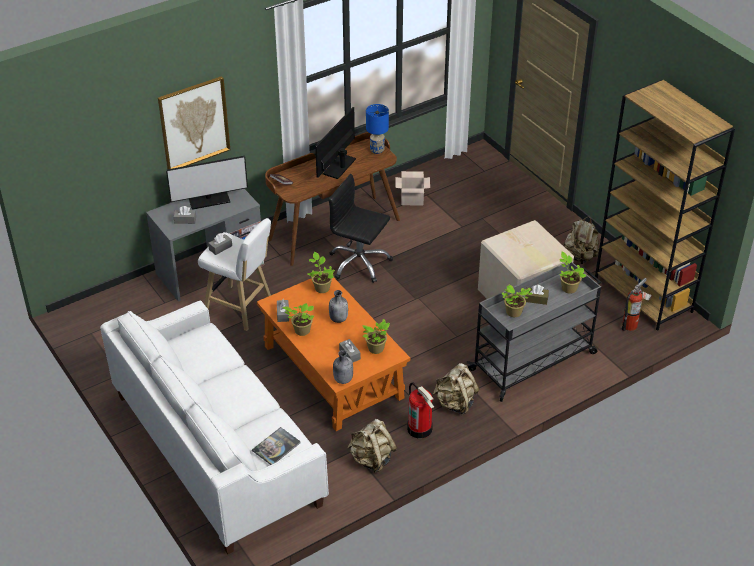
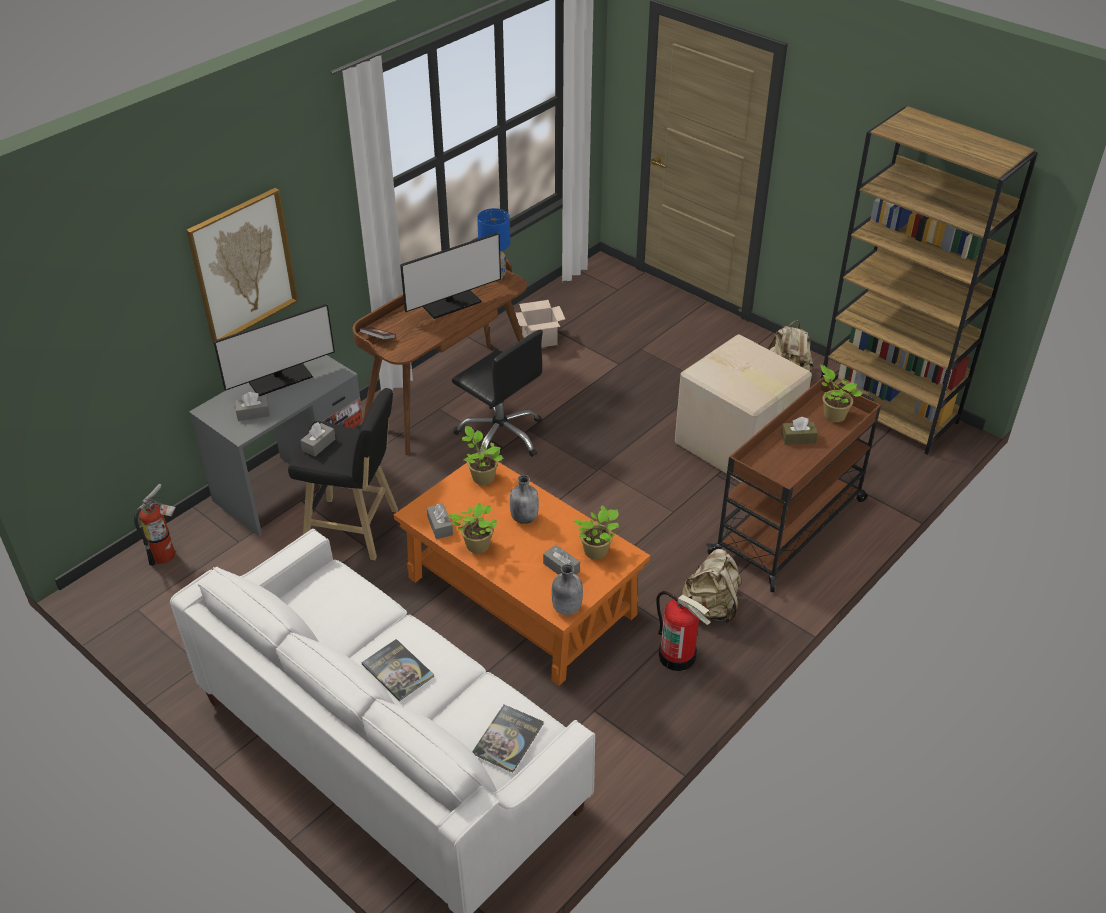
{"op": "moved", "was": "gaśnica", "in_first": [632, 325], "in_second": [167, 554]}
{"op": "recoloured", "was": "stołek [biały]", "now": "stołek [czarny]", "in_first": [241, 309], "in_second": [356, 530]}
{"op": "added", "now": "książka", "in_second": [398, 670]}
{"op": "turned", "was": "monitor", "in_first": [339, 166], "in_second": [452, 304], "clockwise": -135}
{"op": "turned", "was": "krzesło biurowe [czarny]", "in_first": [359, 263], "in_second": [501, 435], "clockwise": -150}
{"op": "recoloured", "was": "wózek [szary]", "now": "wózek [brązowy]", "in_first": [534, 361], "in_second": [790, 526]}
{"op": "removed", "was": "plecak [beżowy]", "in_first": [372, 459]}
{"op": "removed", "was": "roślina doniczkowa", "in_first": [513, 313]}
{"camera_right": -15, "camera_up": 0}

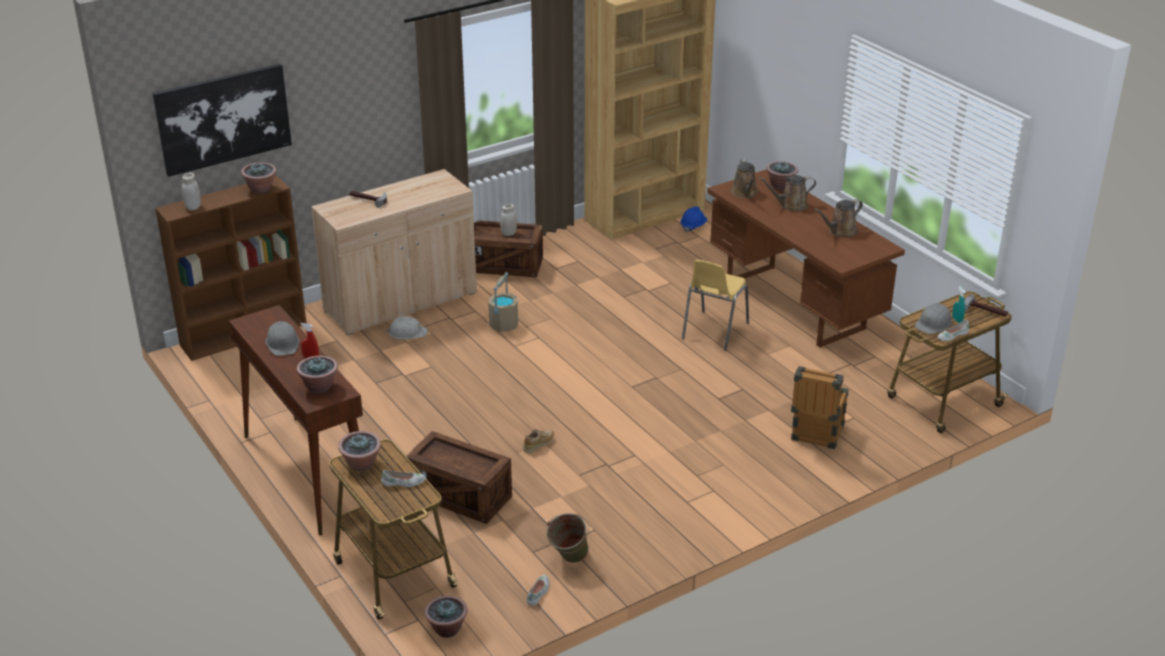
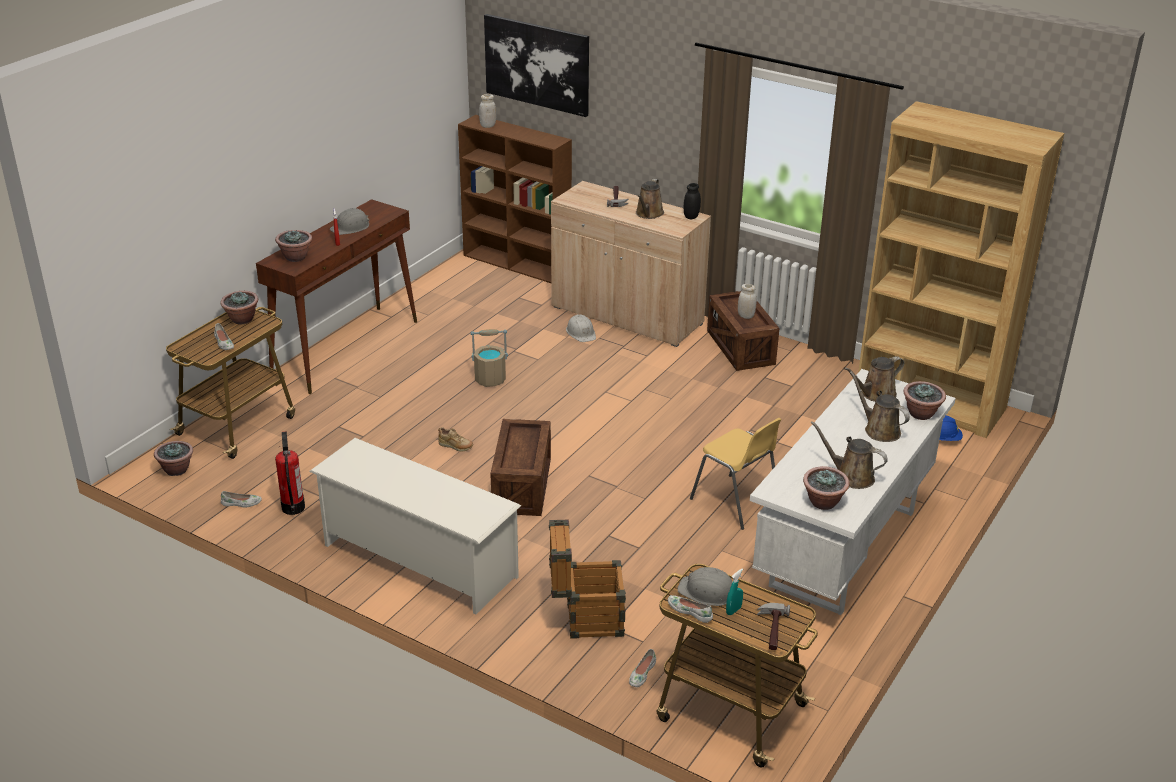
{"op": "replaced", "was": "wiadro [zielony]", "now": "gaśnica", "in_first": [568, 560], "in_second": [293, 508]}
{"op": "added", "now": "regał na buty [biały]", "in_second": [418, 561]}
{"op": "moved", "was": "wiadro [beżowy]", "in_first": [504, 324], "in_second": [490, 379]}
{"op": "moved", "was": "skrzynka", "in_first": [460, 496], "in_second": [522, 487]}
{"op": "added", "now": "but [biały]", "in_second": [641, 673]}
{"op": "added", "now": "konewka [brązowy]", "in_second": [648, 214]}
{"op": "added", "now": "słoik [czarny]", "in_second": [691, 216]}
{"op": "turned", "was": "krzesło [żółty]", "in_first": [714, 331], "in_second": [735, 503], "clockwise": -135}
{"op": "recoloured", "was": "biurko [brązowy]", "now": "biurko [biały]", "in_first": [795, 305], "in_second": [844, 549]}
{"op": "moved", "was": "roślina doniczkowa", "in_first": [261, 189], "in_second": [823, 503]}
{"camera_right": 65, "camera_up": 0}

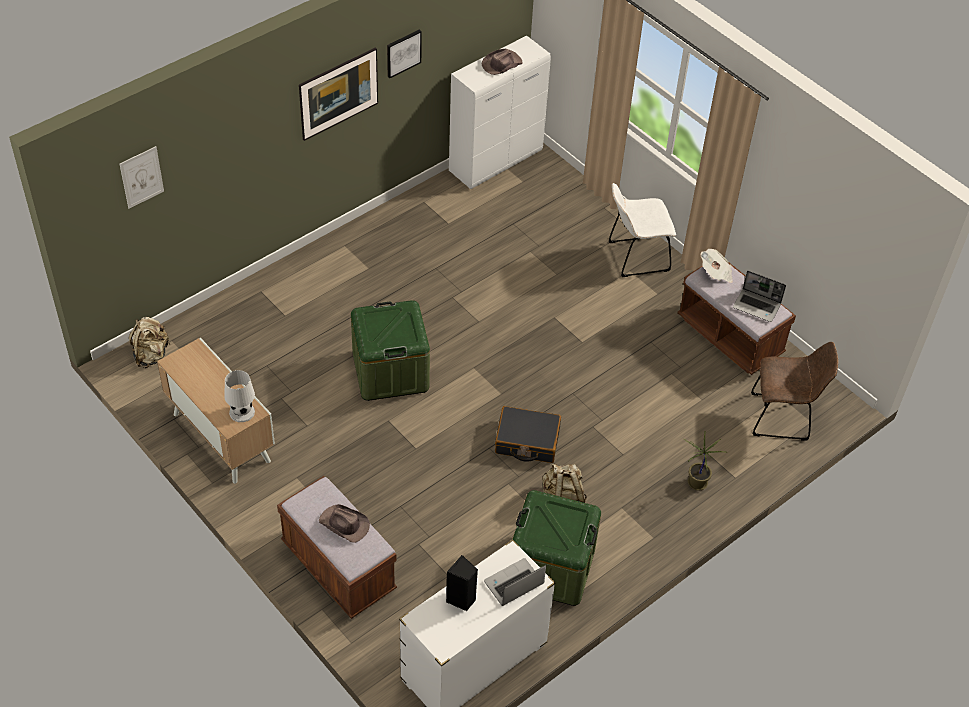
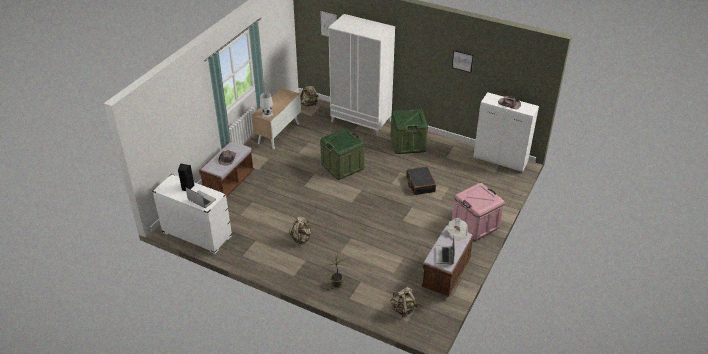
{"op": "added", "now": "szafa [biały]", "in_second": [361, 121]}
{"op": "replaced", "was": "krzesło [brązowy]", "now": "plecak [beżowy]", "in_first": [783, 417], "in_second": [403, 309]}
{"op": "moved", "was": "pojemnik do przechowywania [zielony]", "in_first": [551, 567], "in_second": [408, 144]}
{"op": "moved", "was": "walizka [czarny]", "in_first": [527, 441], "in_second": [420, 184]}
{"op": "replaced", "was": "krzesło [biały]", "now": "pojemnik do przechowywania [różowy]", "in_first": [635, 257], "in_second": [475, 224]}
{"op": "removed", "was": "obraz", "in_first": [339, 107]}
{"camera_right": 70, "camera_up": -10}

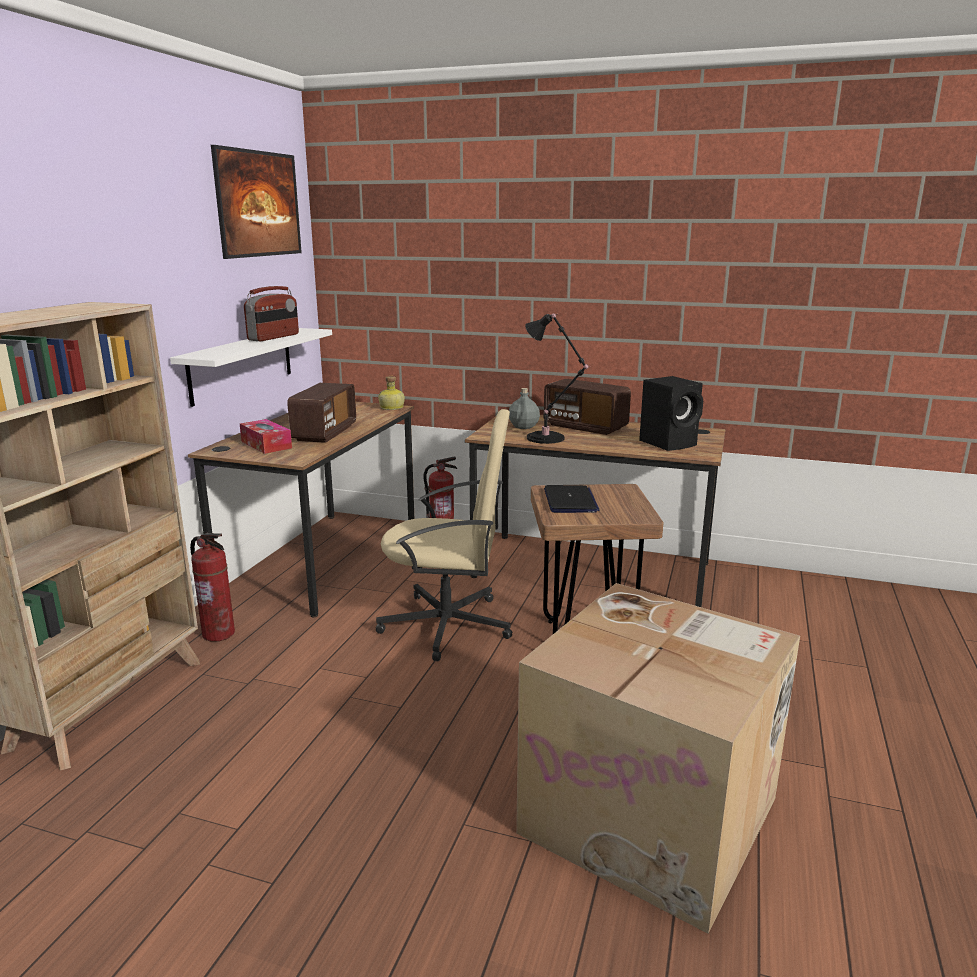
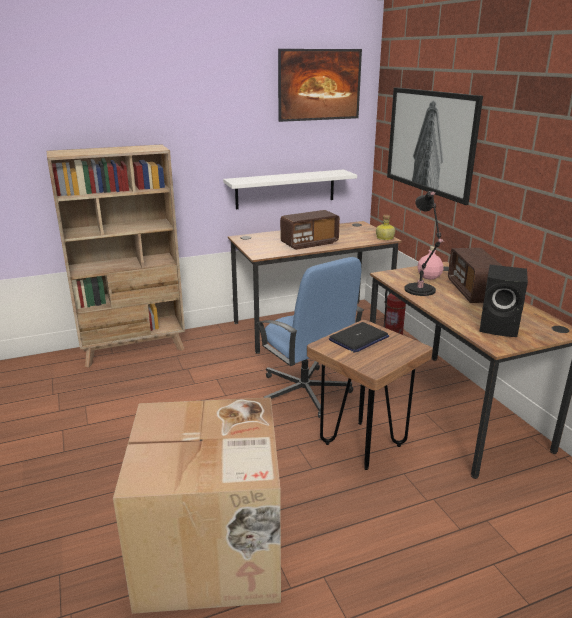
{"op": "recoloured", "was": "krzesło biurowe [beżowy]", "now": "krzesło biurowe [niebieski]", "in_first": [448, 625], "in_second": [304, 393]}
{"op": "added", "now": "obraz", "in_second": [430, 142]}
{"op": "recoloured", "was": "butelka [szary]", "now": "butelka [różowy]", "in_first": [523, 426], "in_second": [428, 277]}
{"op": "removed", "was": "gaśnica", "in_first": [219, 633]}
{"op": "removed", "was": "pudełko chusteczek", "in_first": [266, 444]}
{"op": "removed", "was": "radio", "in_first": [274, 337]}
{"camera_right": 50, "camera_up": 5}

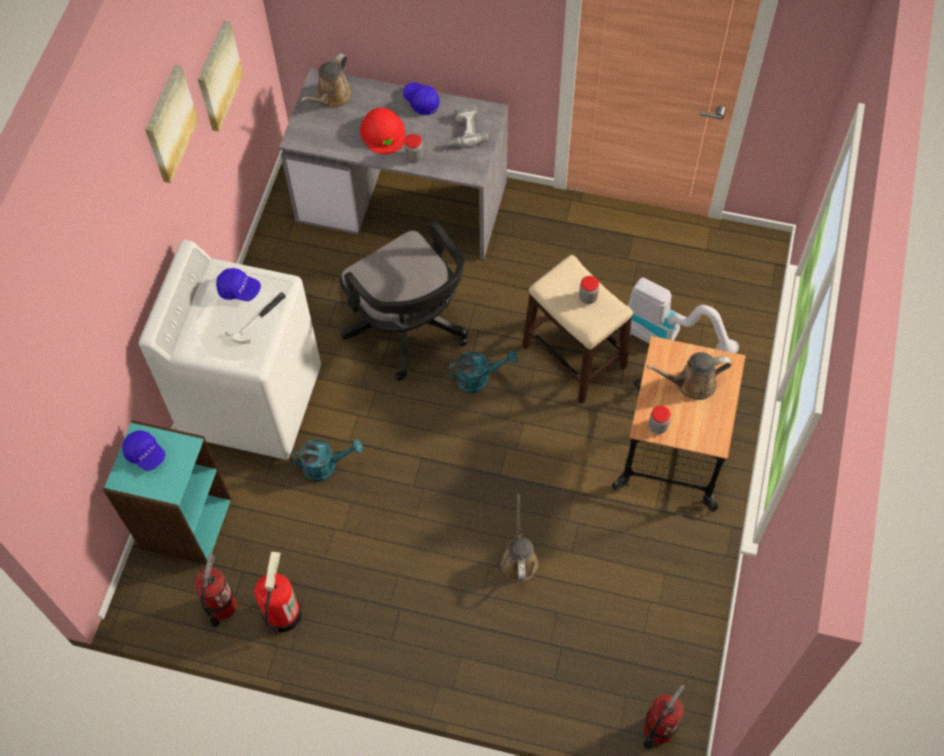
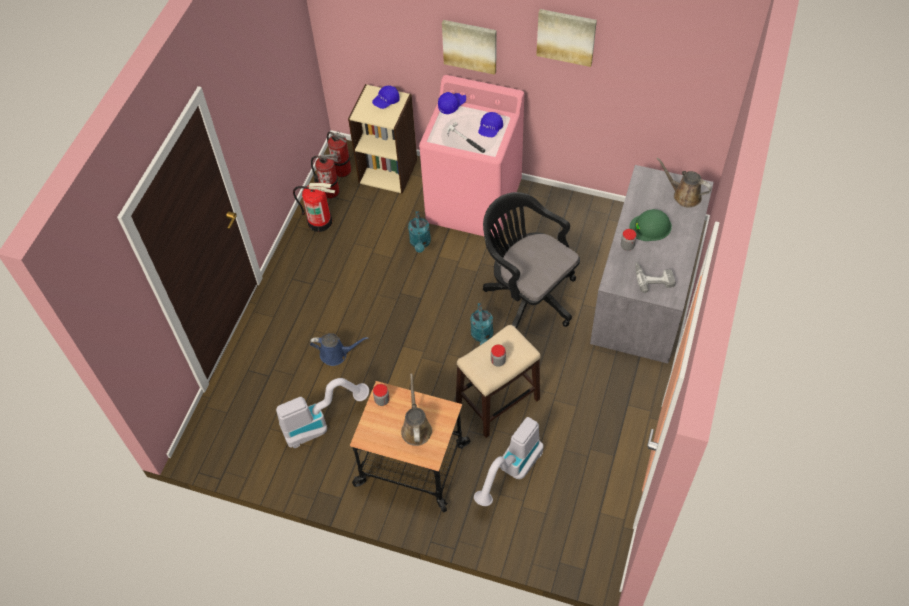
{"op": "added", "now": "odkurzacz", "in_second": [320, 423]}
{"op": "recoloured", "was": "konewka [brązowy]", "now": "konewka [niebieski]", "in_first": [519, 558], "in_second": [336, 354]}
{"op": "moved", "was": "gaśnica", "in_first": [658, 728], "in_second": [342, 170]}
{"op": "recoloured", "was": "regał [turkusowy]", "now": "regał [beżowy]", "in_first": [185, 523], "in_second": [388, 171]}
{"op": "recoloured", "was": "pralka [biały]", "now": "pralka [różowy]", "in_first": [252, 400], "in_second": [474, 202]}
{"op": "moved", "was": "czapka z daszkiem [niebieski]", "in_first": [421, 101], "in_second": [451, 105]}
{"op": "moved", "was": "obraz", "in_first": [217, 76], "in_second": [470, 45]}
{"op": "turned", "was": "krzesło biurowe [czarny]", "in_first": [410, 329], "in_second": [527, 294], "clockwise": 75}
{"op": "recoloured", "was": "kask [czerwony]", "now": "kask [zielony]", "in_first": [383, 132], "in_second": [650, 227]}
{"camera_right": 95, "camera_up": -5}

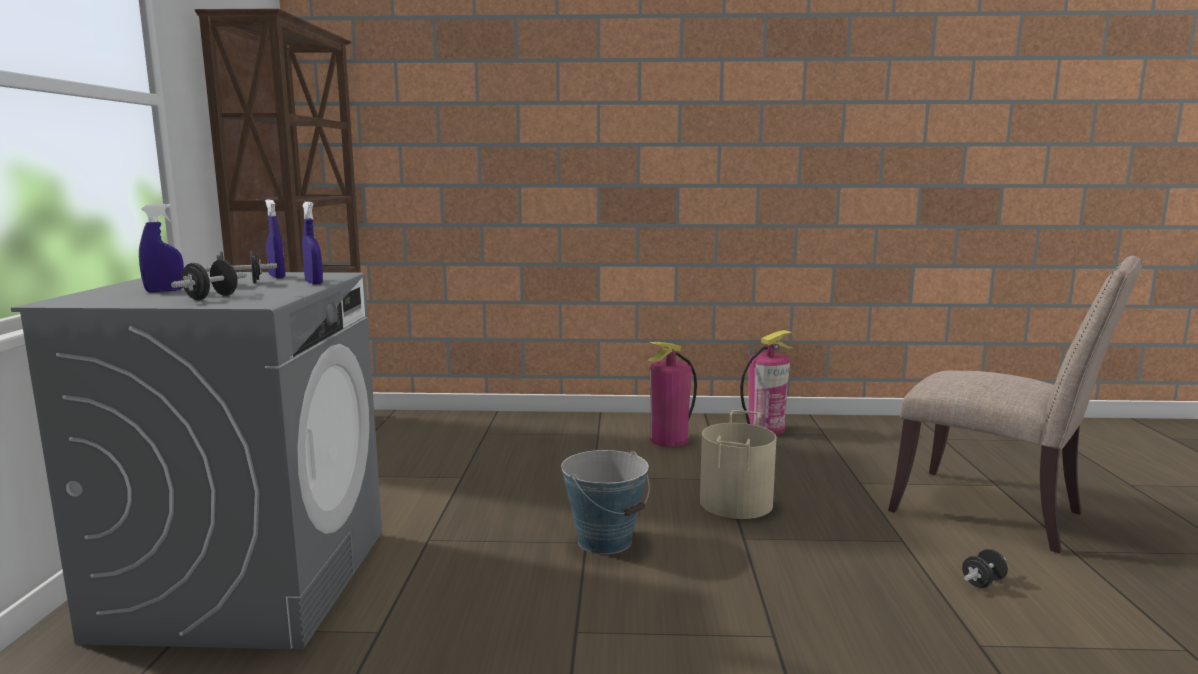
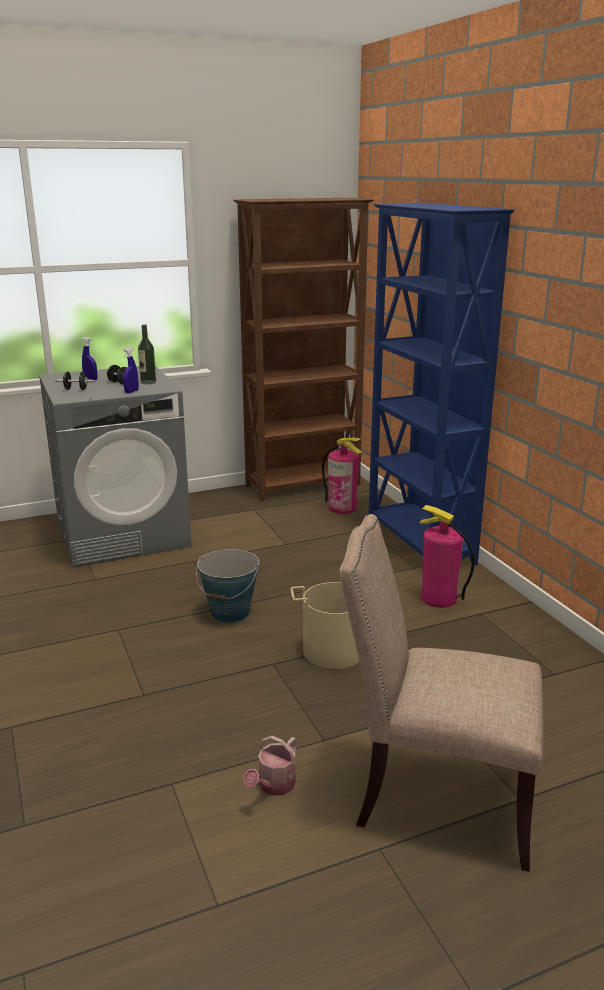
{"op": "replaced", "was": "spryskiwacz [niebieski]", "now": "butelka", "in_first": [277, 277], "in_second": [148, 382]}
{"op": "replaced", "was": "hantel [czarny]", "now": "konewka", "in_first": [983, 582], "in_second": [273, 786]}
{"op": "moved", "was": "gaśnica", "in_first": [765, 429], "in_second": [342, 508]}
{"op": "turned", "was": "krzesło [beżowy]", "in_first": [995, 512], "in_second": [436, 797], "clockwise": 90}
{"op": "added", "now": "regał [niebieski]", "in_second": [419, 543]}
{"camera_right": 65, "camera_up": 10}

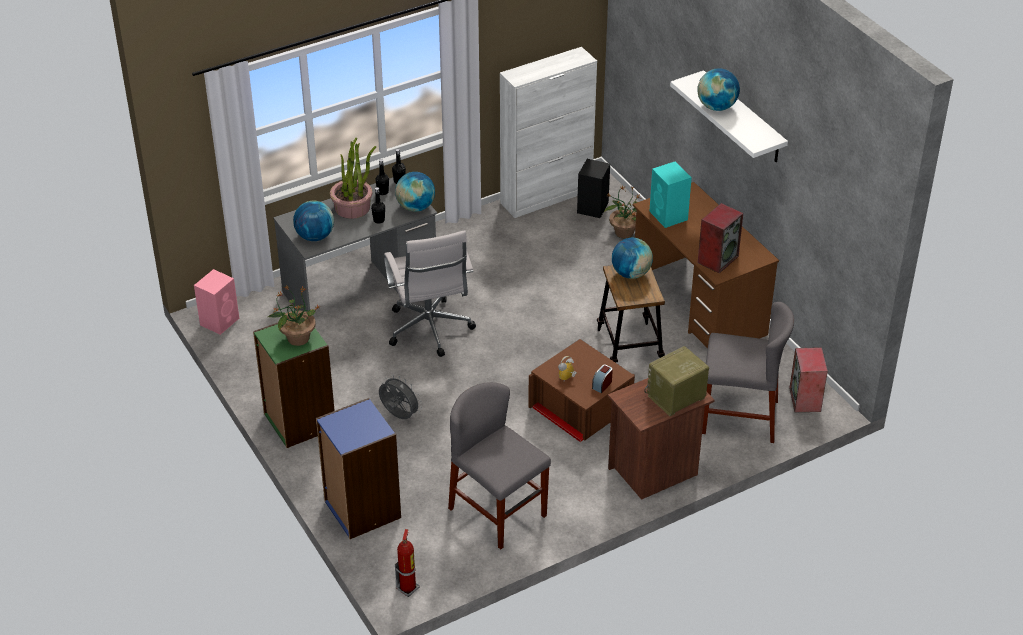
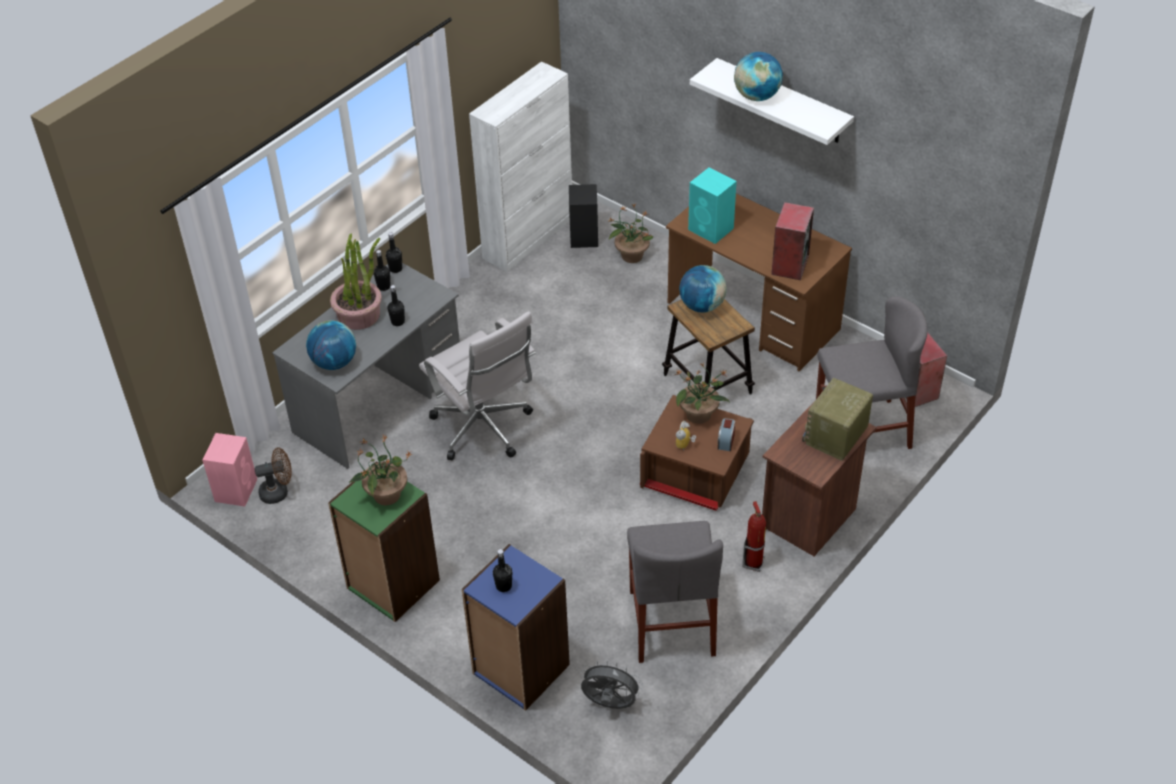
{"op": "added", "now": "wentylator [brązowy]", "in_second": [278, 492]}
{"op": "added", "now": "butelka [czarny]", "in_second": [503, 586]}
{"op": "moved", "was": "wentylator [szary]", "in_first": [399, 416], "in_second": [609, 704]}
{"op": "turned", "was": "krzesło [szary]", "in_first": [497, 512], "in_second": [671, 622], "clockwise": -120}
{"op": "added", "now": "roślina doniczkowa", "in_second": [699, 415]}
{"op": "moved", "was": "gaśnica", "in_first": [408, 588], "in_second": [753, 562]}
{"op": "removed", "was": "globus", "in_first": [415, 207]}
{"camera_right": -20, "camera_up": 5}

